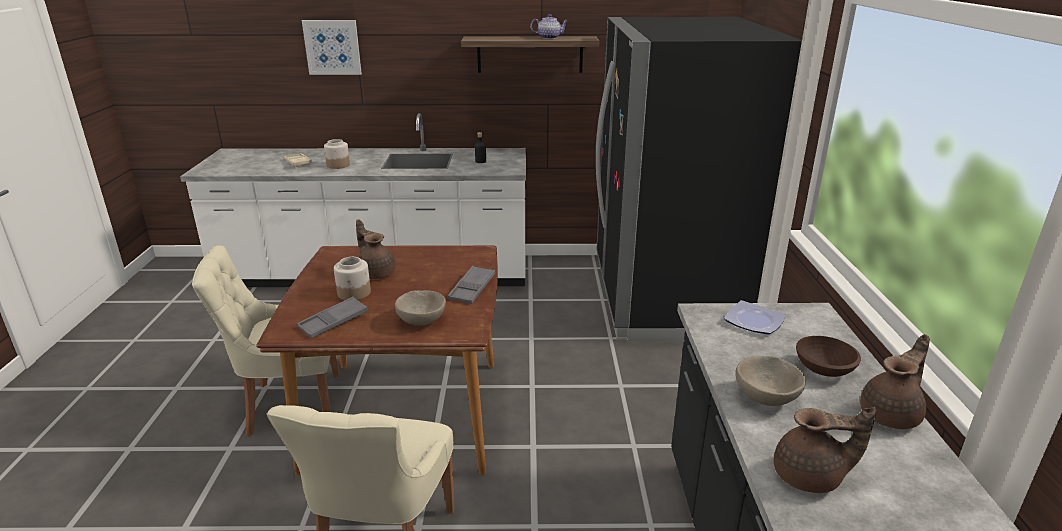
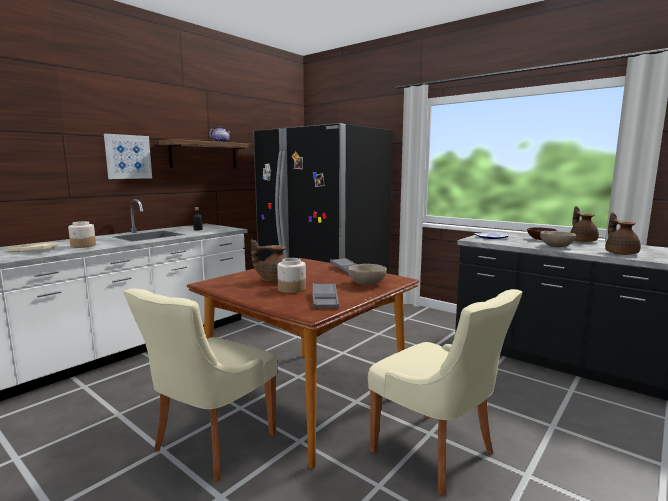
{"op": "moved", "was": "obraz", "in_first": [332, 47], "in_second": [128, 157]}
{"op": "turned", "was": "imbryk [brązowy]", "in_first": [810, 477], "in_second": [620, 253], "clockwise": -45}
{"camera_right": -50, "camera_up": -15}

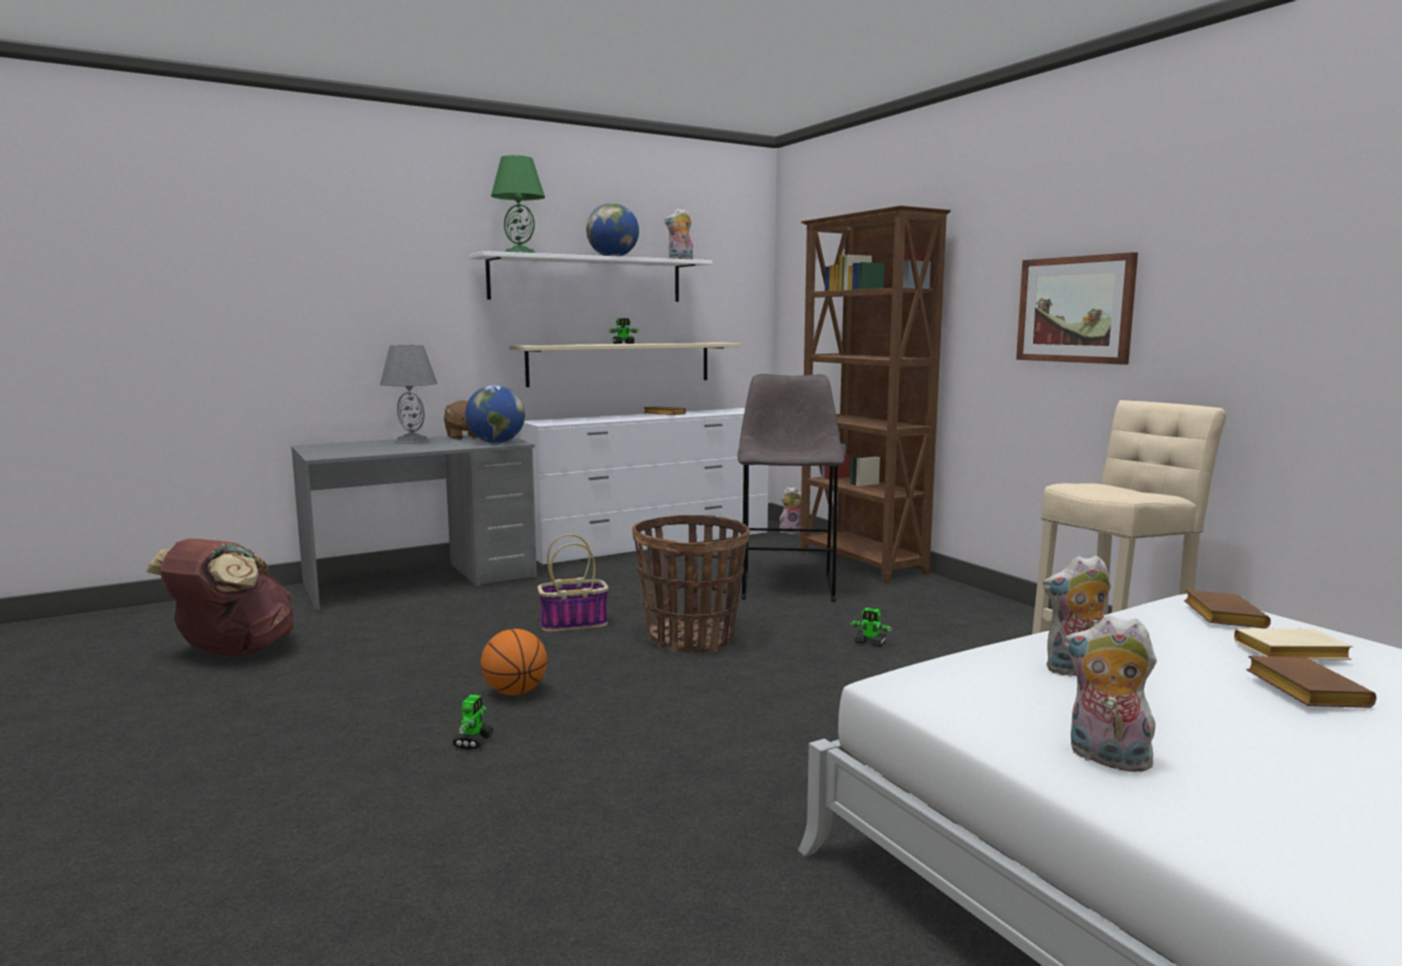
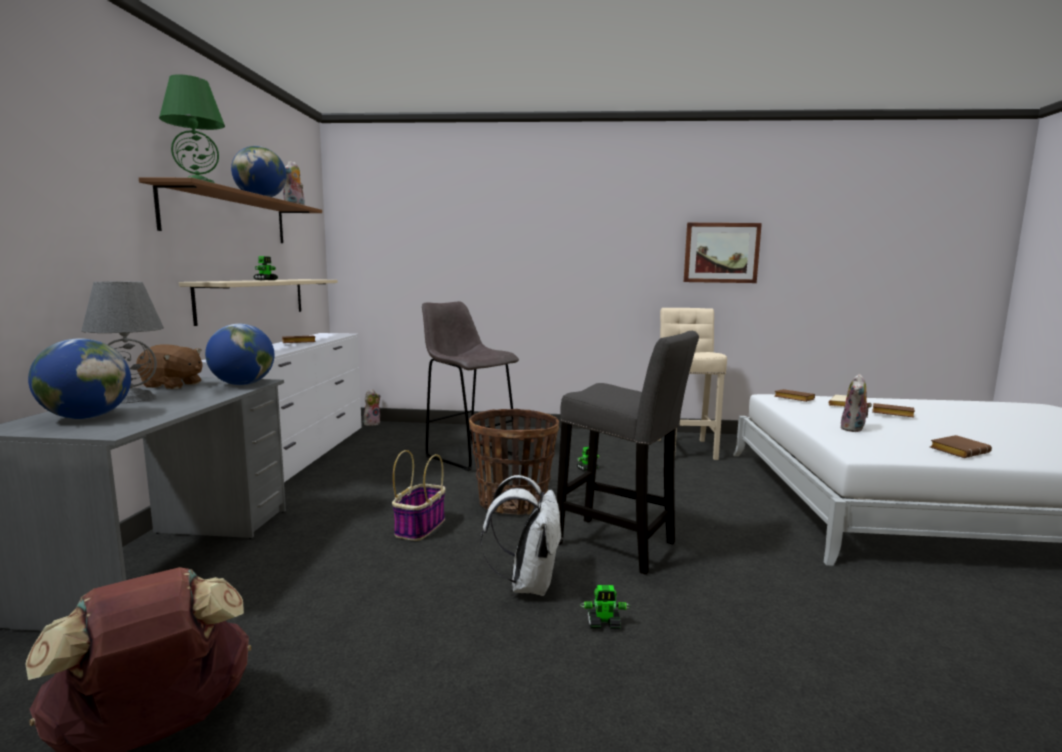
{"op": "added", "now": "globus", "in_second": [86, 417]}
{"op": "recoloured", "was": "półka [biały]", "now": "półka [brązowy]", "in_first": [587, 279], "in_second": [229, 217]}
{"op": "replaced", "was": "piłka do koszykówki", "now": "plecak [biały]", "in_first": [515, 692], "in_second": [527, 584]}
{"op": "added", "now": "stołek [szary]", "in_second": [620, 546]}
{"op": "turned", "was": "robot zabawkowy", "in_first": [474, 741], "in_second": [604, 624], "clockwise": 135}
{"op": "moved", "was": "obraz", "in_first": [1075, 309], "in_second": [721, 253]}
{"op": "replaced", "was": "pluszak", "now": "książka [brązowy]", "in_first": [1105, 759], "in_second": [958, 451]}
{"op": "removed", "was": "regał [brązowy]", "in_first": [861, 563]}
{"camera_right": -55, "camera_up": 0}

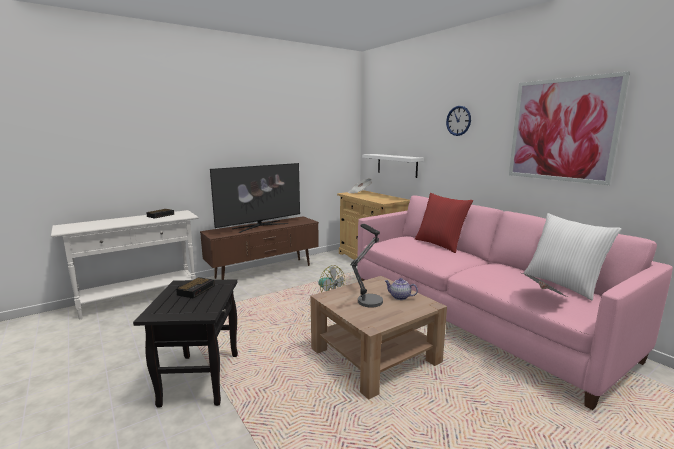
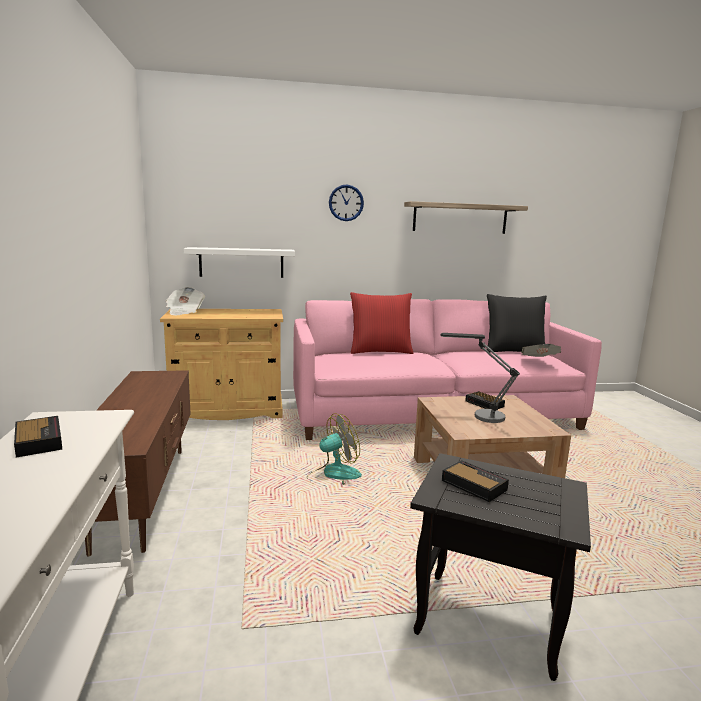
{"op": "replaced", "was": "obraz", "now": "półka", "in_first": [561, 130], "in_second": [460, 218]}
{"op": "replaced", "was": "imbryk", "now": "budzik", "in_first": [399, 297], "in_second": [485, 404]}
{"op": "recoloured", "was": "poduszka [biały]", "now": "poduszka [czarny]", "in_first": [563, 284], "in_second": [513, 351]}
{"op": "removed", "was": "telewizor", "in_first": [260, 226]}
{"camera_right": -65, "camera_up": 0}

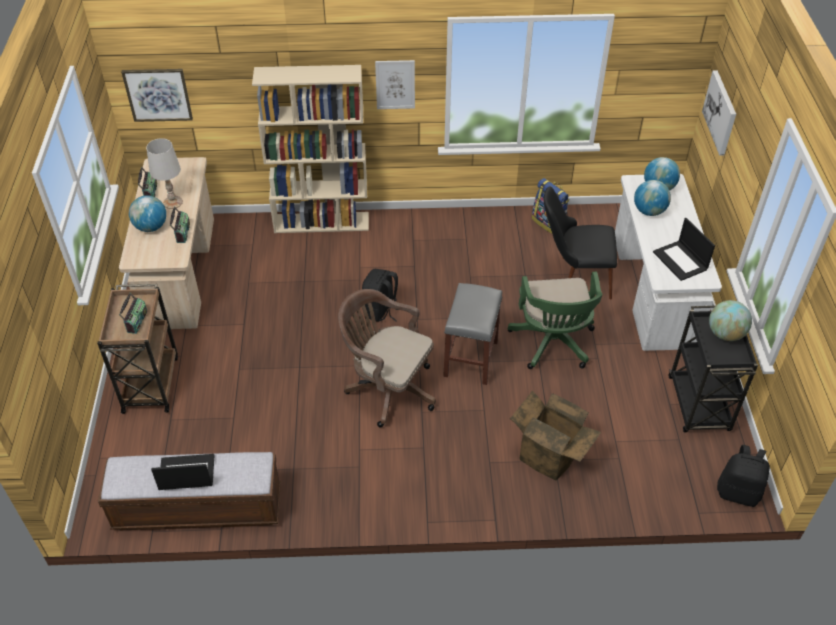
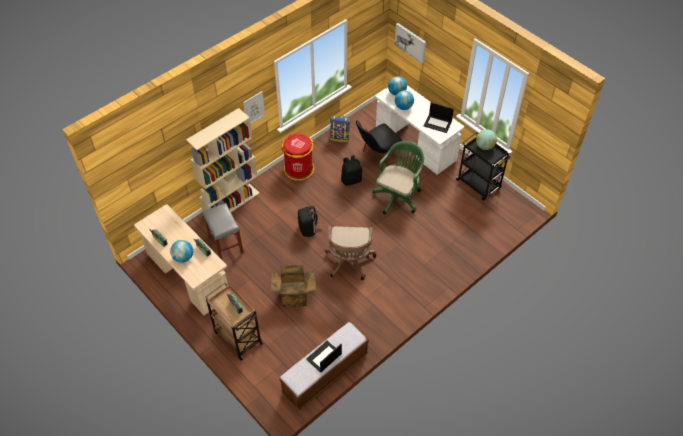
{"op": "moved", "was": "stołek [szary]", "in_first": [471, 359], "in_second": [226, 245]}
{"op": "moved", "was": "karton", "in_first": [551, 454], "in_second": [294, 295]}
{"op": "added", "now": "kosz na śmieci [czerwony]", "in_second": [299, 169]}
{"op": "turned", "was": "krzesło biurowe [brązowy]", "in_first": [387, 388], "in_second": [349, 263], "clockwise": -75}
{"op": "moved", "was": "plecak [czarny]", "in_first": [738, 492], "in_second": [351, 179]}
{"op": "turned", "was": "krzesło biurowe [zielony]", "in_first": [553, 344], "in_second": [398, 196], "clockwise": -105}
{"op": "removed", "was": "obraz", "in_first": [158, 94]}
{"op": "removed", "was": "lampa stołowa [biały]", "in_first": [173, 202]}
{"camera_right": -40, "camera_up": 5}

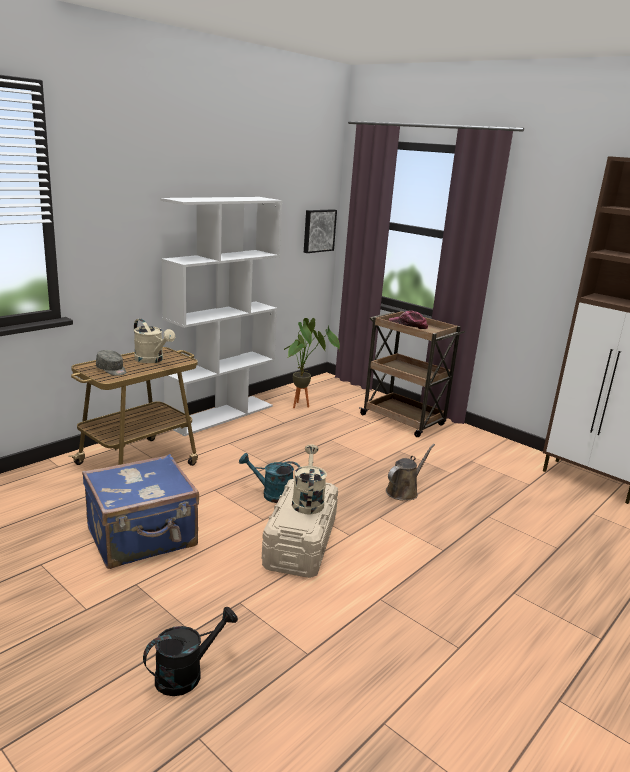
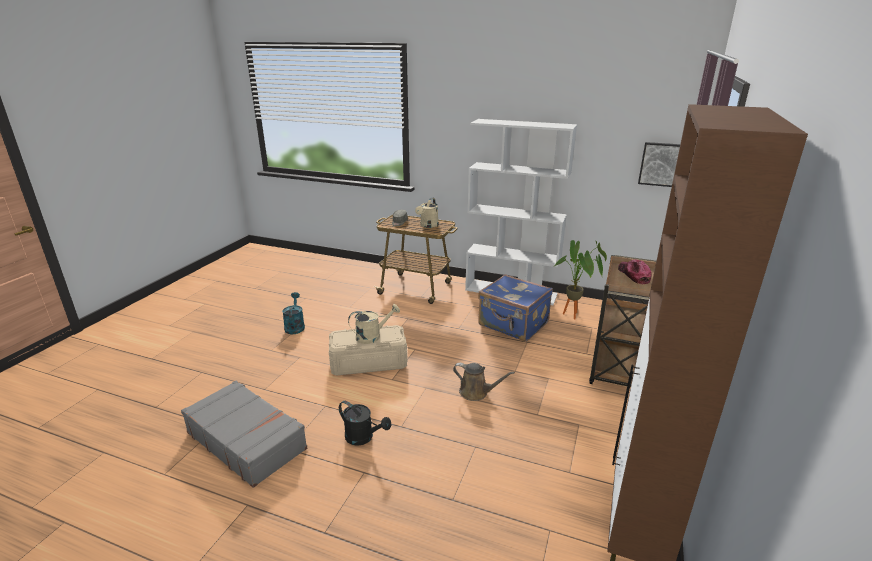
{"op": "added", "now": "walizka [szary]", "in_second": [247, 440]}
{"op": "moved", "was": "konewka [turkusowy]", "in_first": [272, 494], "in_second": [295, 326]}
{"op": "moved", "was": "konewka [czarny]", "in_first": [186, 673], "in_second": [363, 437]}
{"op": "moved", "was": "walizka [niebieski]", "in_first": [143, 538], "in_second": [513, 325]}
{"camera_right": 70, "camera_up": 5}

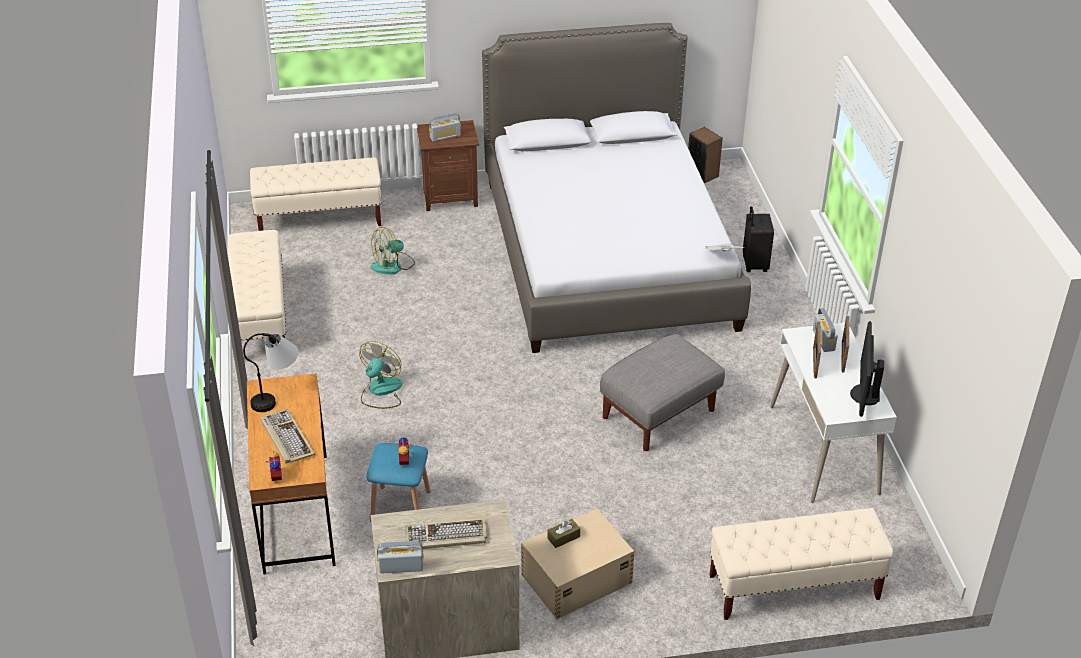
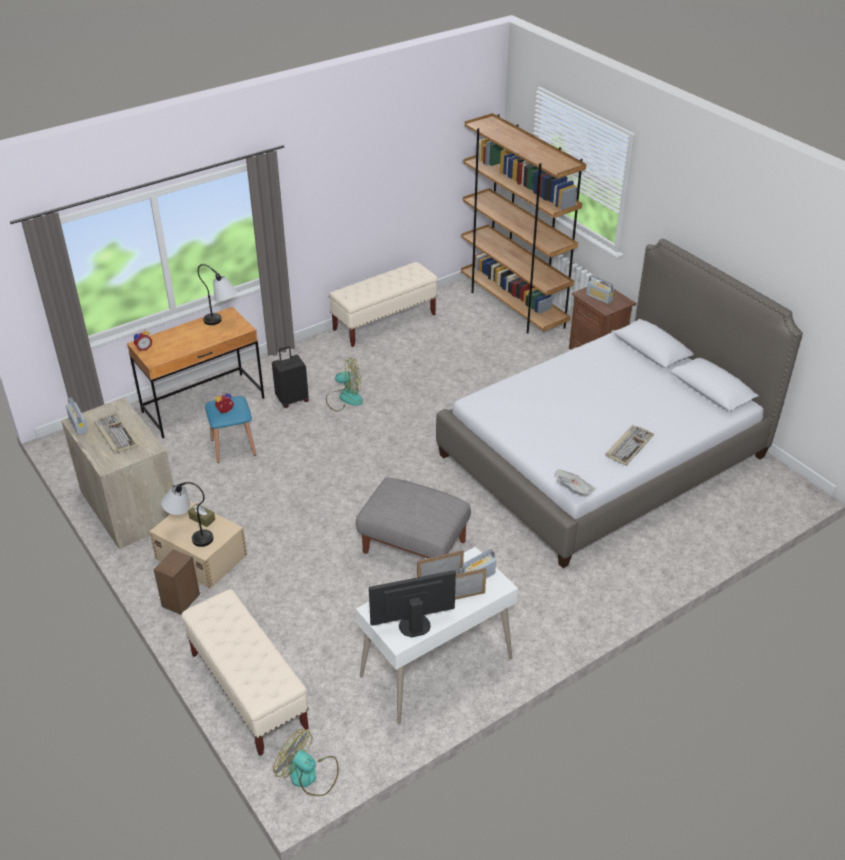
{"op": "moved", "was": "głośnik", "in_first": [702, 174], "in_second": [181, 600]}
{"op": "added", "now": "lampa stołowa", "in_second": [190, 535]}
{"op": "moved", "was": "walizka [czarny]", "in_first": [753, 265], "in_second": [292, 400]}
{"op": "moved", "was": "wentylator", "in_first": [393, 265], "in_second": [309, 775]}
{"op": "replaced", "was": "ławka [beżowy]", "now": "regał [brązowy]", "in_first": [320, 219], "in_second": [513, 307]}
{"op": "moved", "was": "klawiatura", "in_first": [286, 438], "in_second": [629, 446]}
{"camera_right": 65, "camera_up": 0}

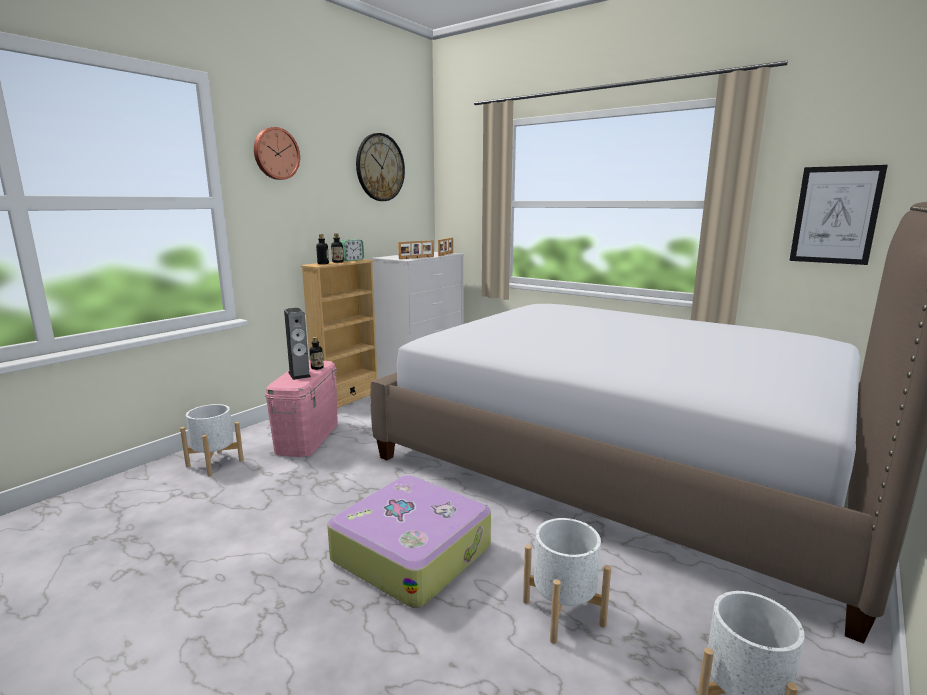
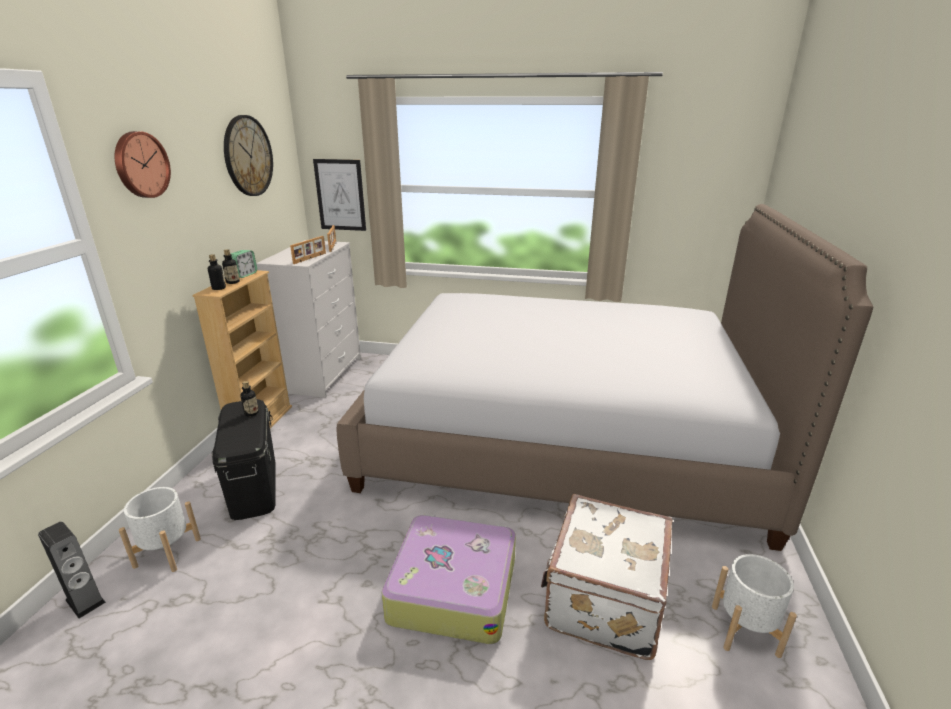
{"op": "moved", "was": "głośnik", "in_first": [299, 374], "in_second": [85, 601]}
{"op": "recoloured", "was": "pojemnik do przechowywania [różowy]", "now": "pojemnik do przechowywania [czarny]", "in_first": [307, 437], "in_second": [253, 486]}
{"op": "moved", "was": "obraz", "in_first": [835, 215], "in_second": [340, 195]}
{"op": "replaced", "was": "donica [biały]", "now": "walizka [biały]", "in_first": [563, 612], "in_second": [602, 600]}
{"camera_right": -25, "camera_up": 10}

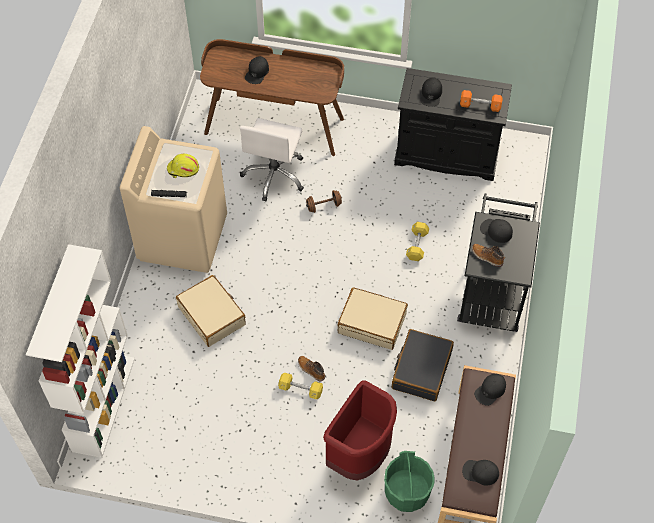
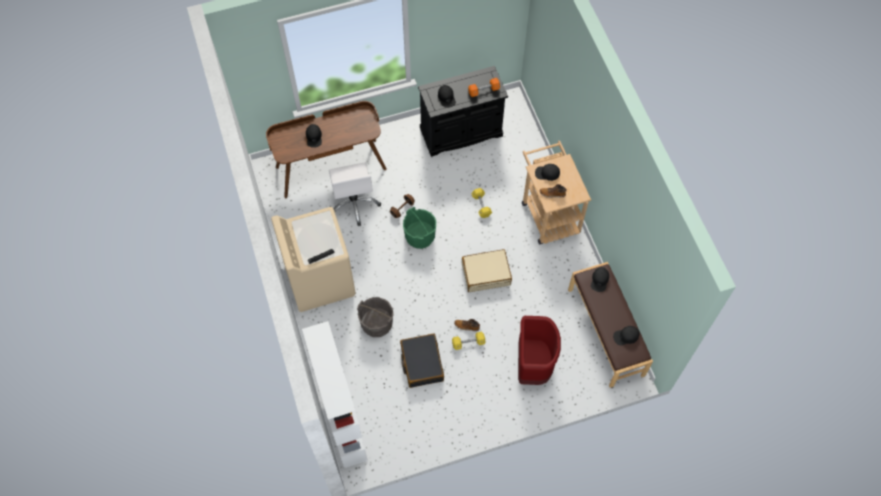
{"op": "replaced", "was": "walizka [beżowy]", "now": "wiadro [szary]", "in_first": [212, 315], "in_second": [377, 324]}
{"op": "moved", "was": "walizka [czarny]", "in_first": [421, 369], "in_second": [421, 363]}
{"op": "moved", "was": "wiadro [zielony]", "in_first": [406, 493], "in_second": [420, 236]}
{"op": "recoloured", "was": "wózek [czarny]", "now": "wózek [beżowy]", "in_first": [492, 291], "in_second": [548, 213]}
{"op": "removed", "was": "kask [żółty]", "in_first": [183, 169]}
{"camera_right": -30, "camera_up": 5}

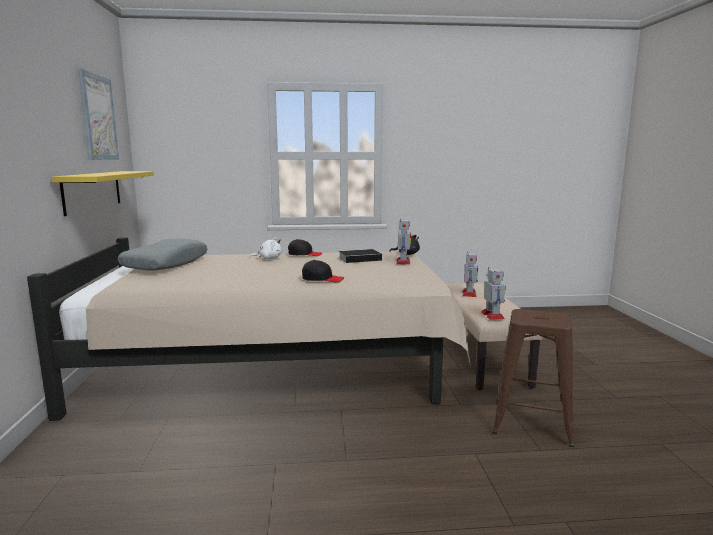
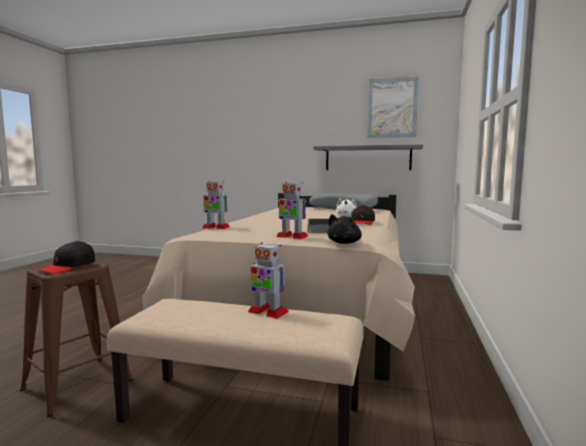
{"op": "moved", "was": "czapka z daszkiem [czarny]", "in_first": [322, 279], "in_second": [68, 267]}
{"op": "moved", "was": "robot zabawkowy", "in_first": [492, 315], "in_second": [215, 227]}
{"op": "recoloured", "was": "półka [żółty]", "now": "półka [szary]", "in_first": [92, 191], "in_second": [367, 158]}
{"camera_right": 110, "camera_up": -5}

